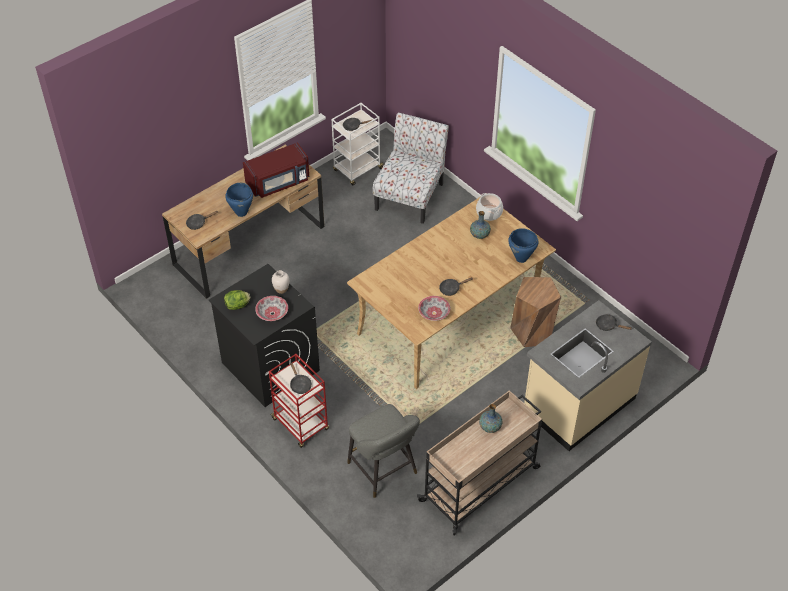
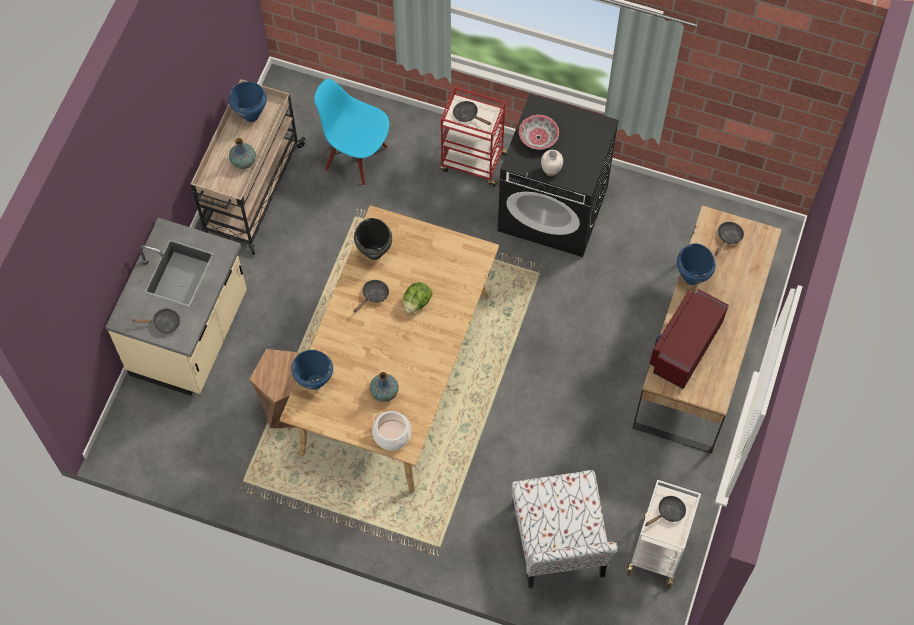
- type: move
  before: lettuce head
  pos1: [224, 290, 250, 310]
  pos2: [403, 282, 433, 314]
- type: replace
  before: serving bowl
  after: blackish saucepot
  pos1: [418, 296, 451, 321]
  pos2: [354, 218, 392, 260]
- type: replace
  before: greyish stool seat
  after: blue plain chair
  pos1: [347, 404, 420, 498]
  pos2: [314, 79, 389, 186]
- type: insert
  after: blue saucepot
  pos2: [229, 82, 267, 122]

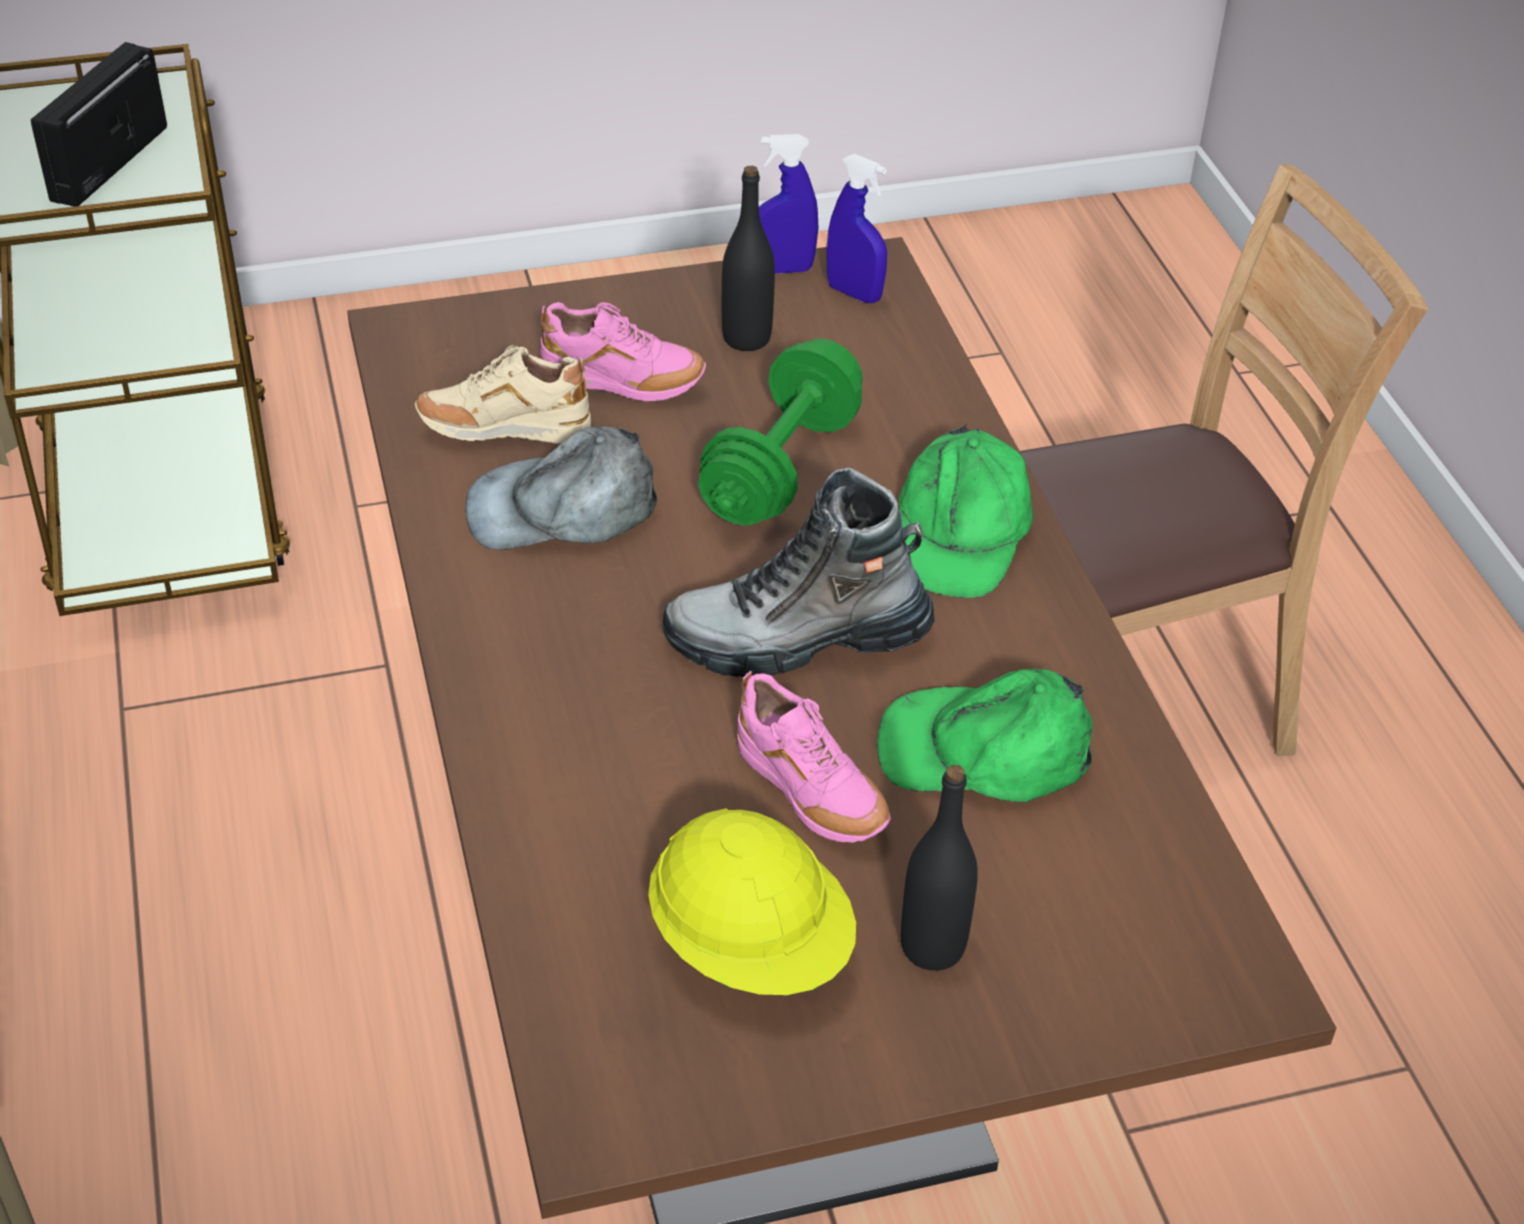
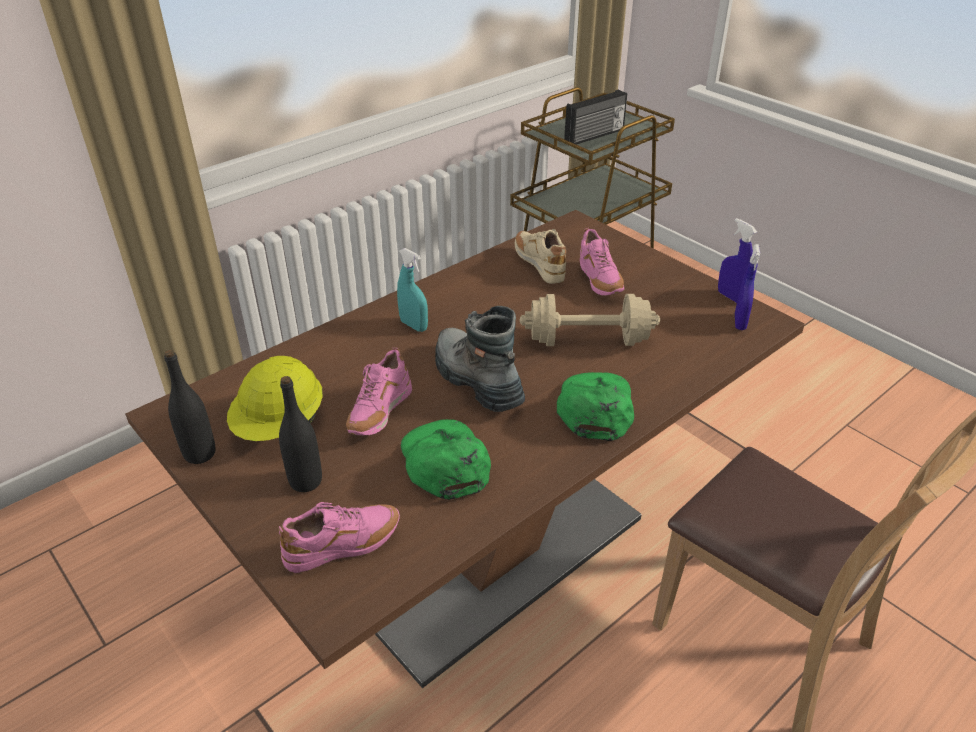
- type: rotate
  before: radio set
  pos1: [31, 42, 167, 207]
  pos2: [564, 90, 627, 145]
  turn: 150
- type: move
  before: blackish bottle
  pos1: [722, 166, 775, 351]
  pos2: [164, 350, 216, 464]
- type: recolor
  before: green dumbbell
  after: beige dumbbell
  pos1: [698, 339, 863, 526]
  pos2: [519, 294, 660, 346]
- type: rotate
  before: green cap
  pos1: [898, 424, 1033, 598]
  pos2: [557, 372, 634, 441]
  turn: 105
- type: delete
  before: greyish cap
  pos1: [465, 426, 657, 550]
- type: insert
  after: blue-green hand sprayer
  pos2: [397, 248, 428, 332]
- type: insert
  after: pink-coloured low shoe
  pos2: [279, 502, 400, 573]

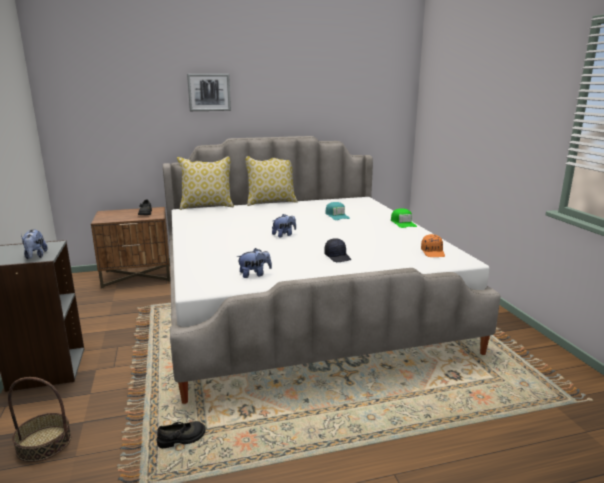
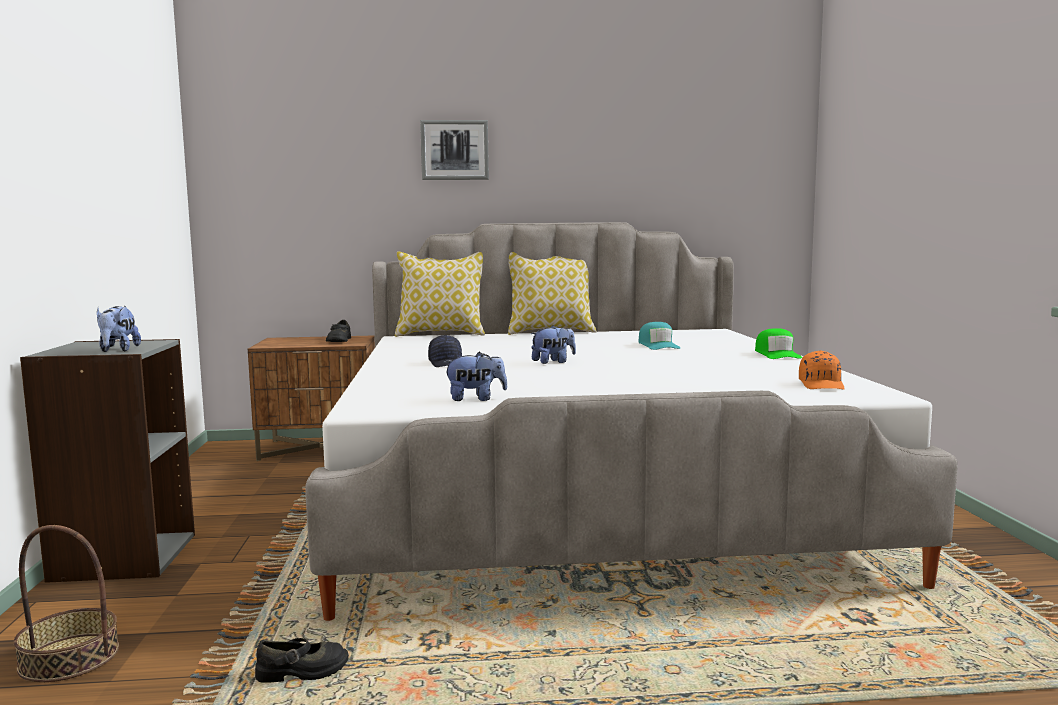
- type: move
  before: blackish cap
  pos1: [324, 238, 351, 262]
  pos2: [428, 335, 462, 367]

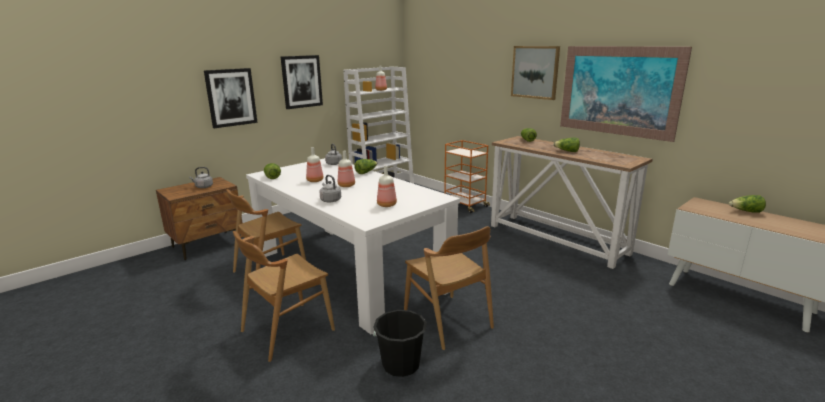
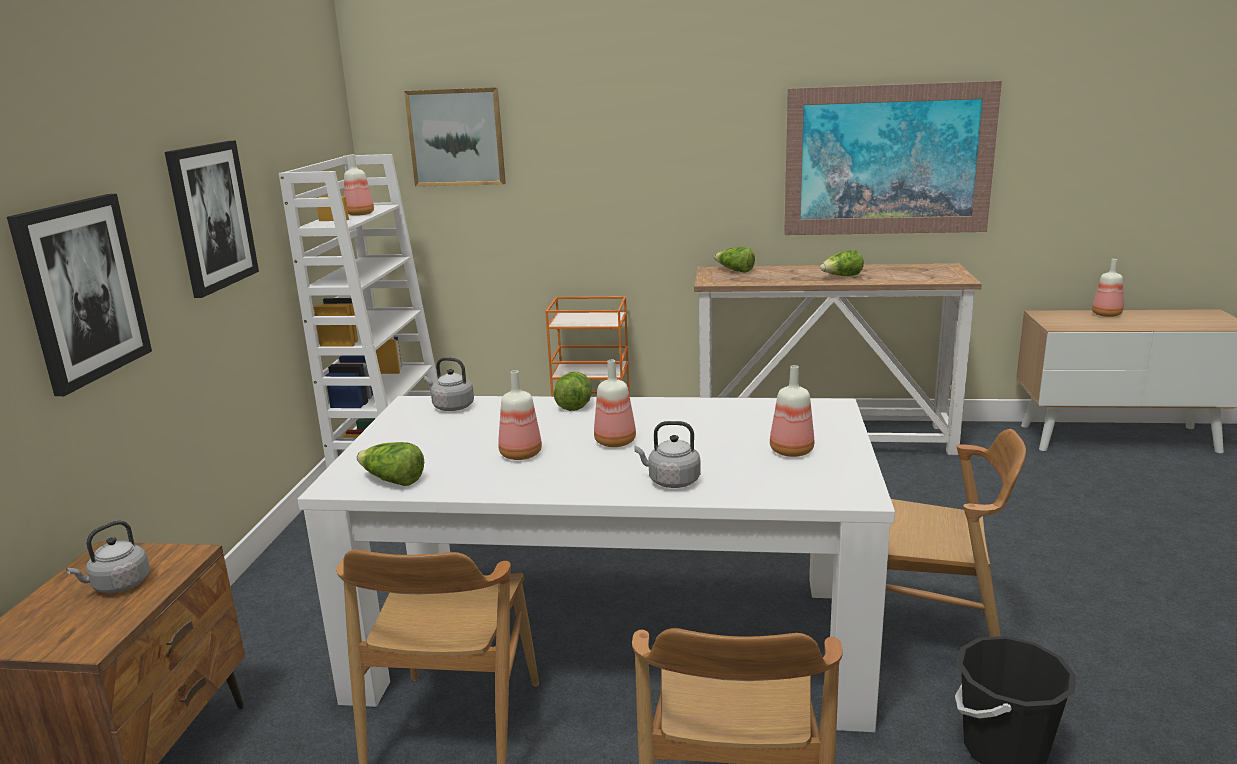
- type: move
  before: picture
  pos1: [511, 46, 560, 100]
  pos2: [404, 87, 506, 187]
- type: replace
  before: lettuce head
  after: bottle
  pos1: [729, 195, 766, 213]
  pos2: [1092, 259, 1123, 317]

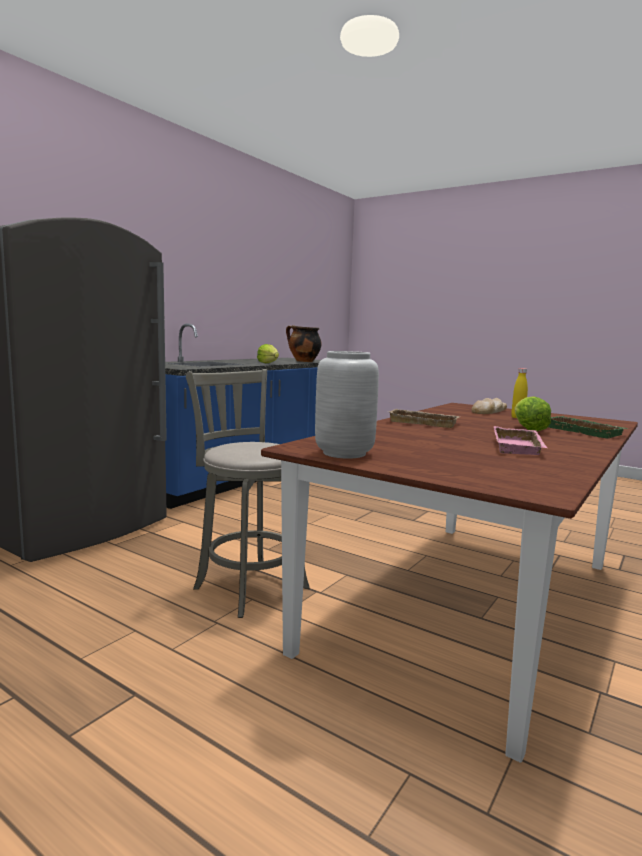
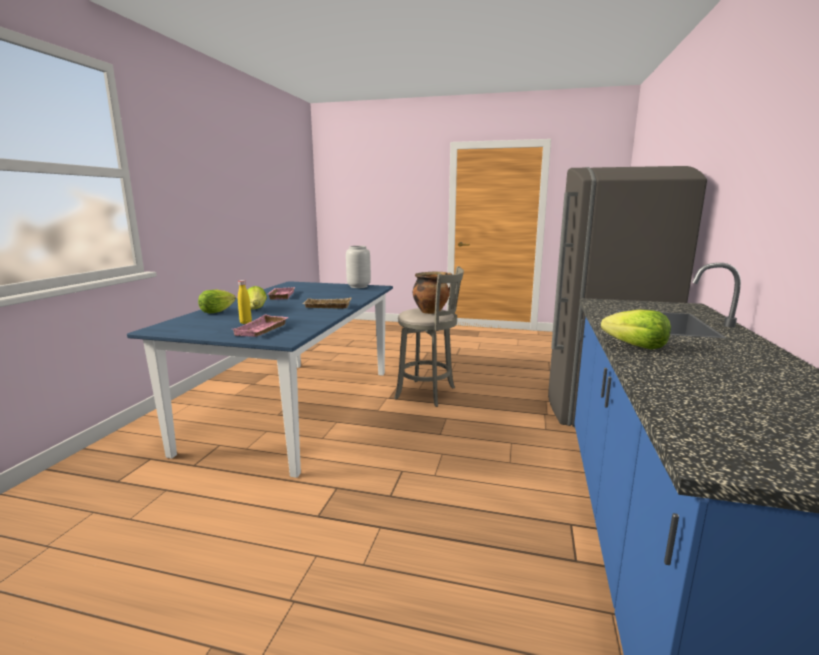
- type: move
  before: saucepot
  pos1: [286, 325, 322, 362]
  pos2: [413, 272, 453, 314]
- type: replace
  before: bakery bread
  after: pink-coloured serving tray
  pos1: [471, 398, 507, 414]
  pos2: [233, 314, 288, 337]
- type: recolor
  before: brown dinner table
  after: blue dinner table
  pos1: [261, 403, 638, 763]
  pos2: [127, 281, 393, 478]
- type: replace
  before: green serving tray
  after: lettuce head
  pos1: [548, 416, 629, 439]
  pos2: [198, 290, 236, 314]

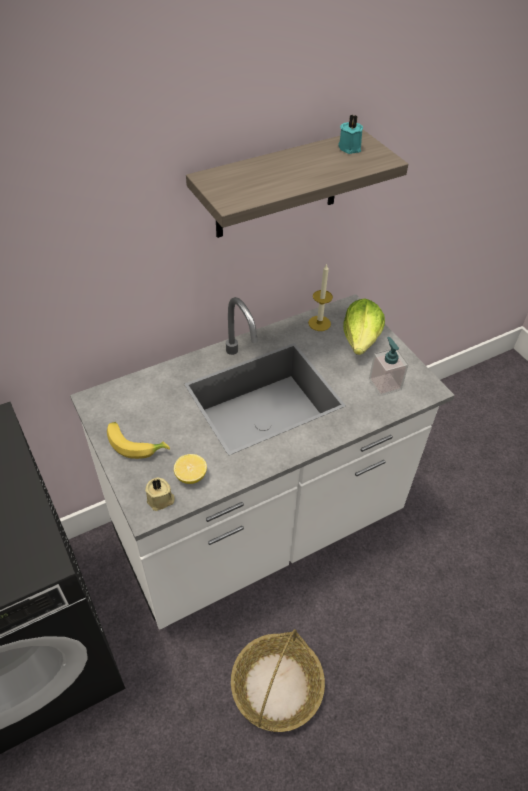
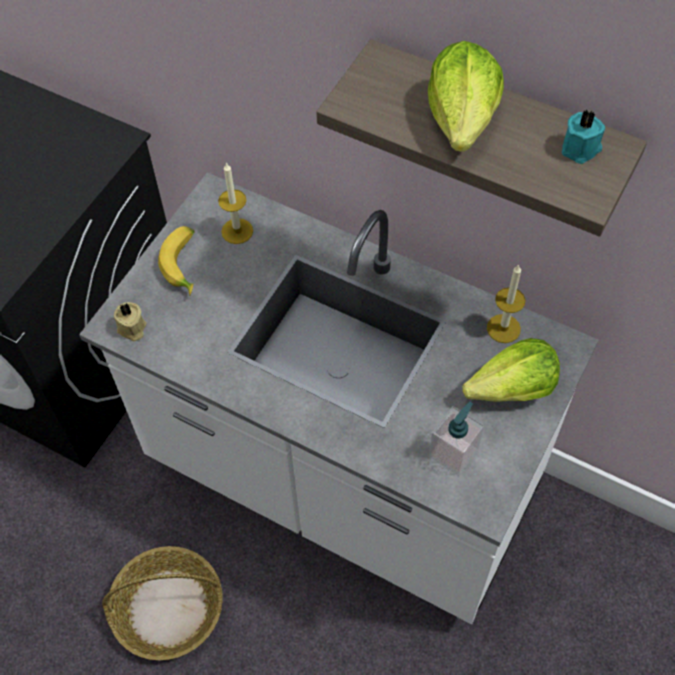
- type: delete
  before: citrus fruit
  pos1: [174, 454, 207, 484]
- type: insert
  after: lettuce head
  pos2: [428, 41, 504, 152]
- type: insert
  after: candle
  pos2: [218, 163, 253, 244]

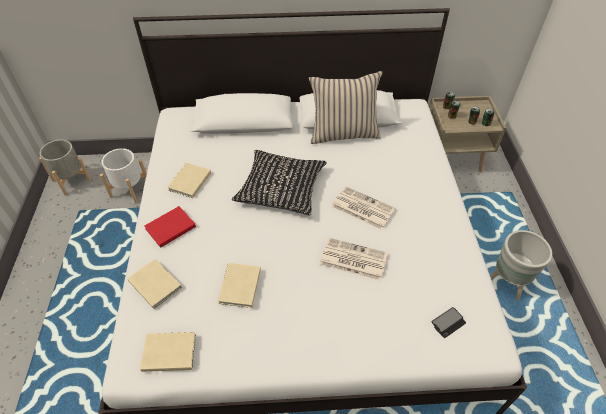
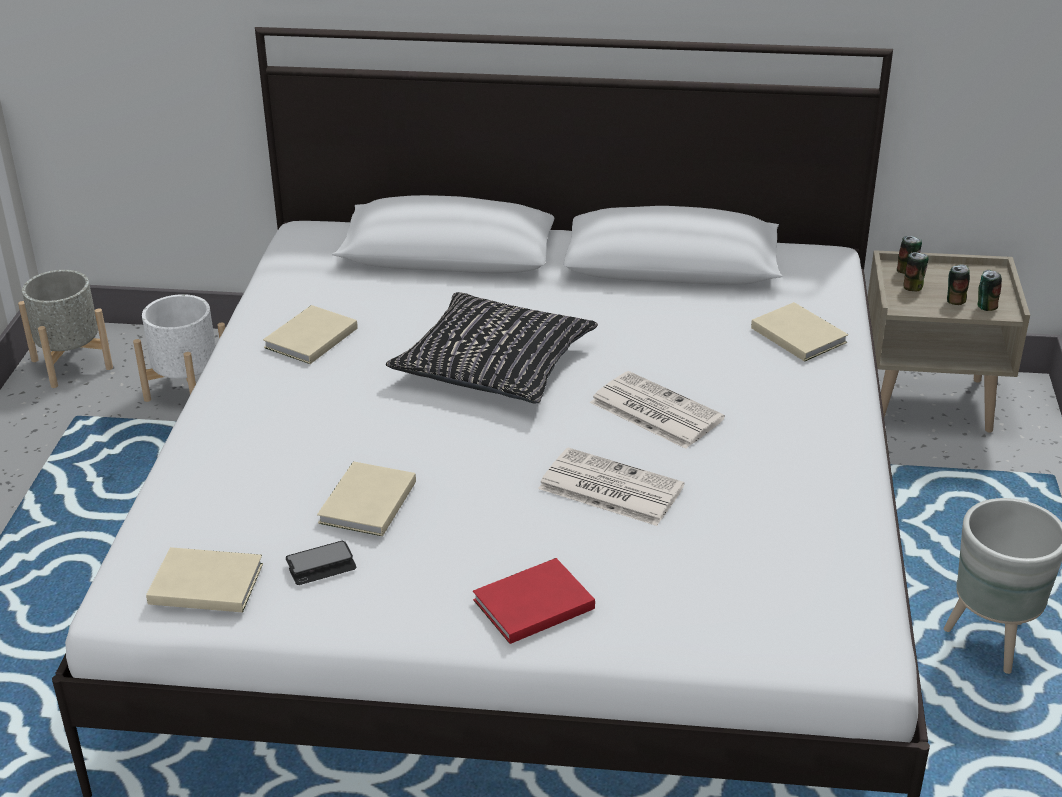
- type: delete
  before: beige throw pillow
  pos1: [309, 71, 382, 144]
- type: move
  before: red-coloured bound book
  pos1: [144, 206, 196, 248]
  pos2: [473, 558, 595, 644]
- type: move
  before: beige bound book
  pos1: [127, 259, 182, 309]
  pos2: [751, 302, 848, 362]
- type: move
  before: phone
  pos1: [431, 307, 466, 338]
  pos2: [286, 541, 356, 585]

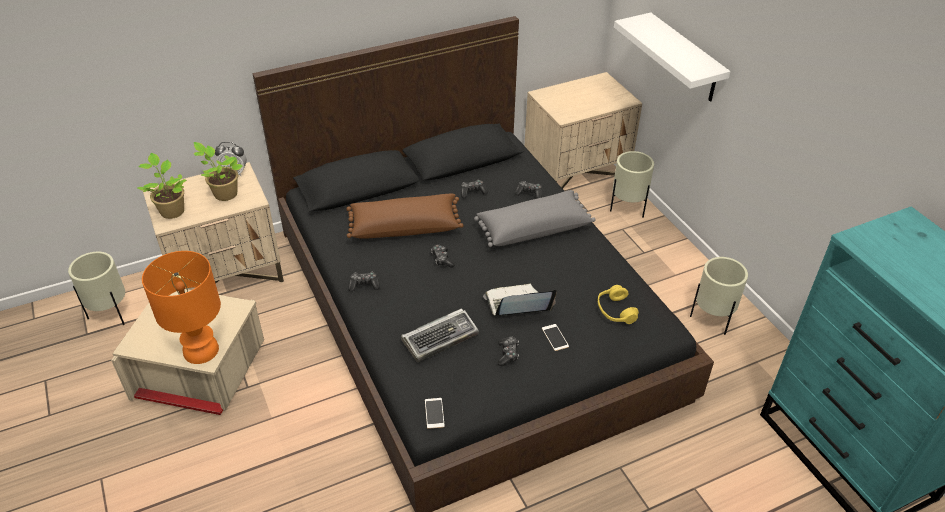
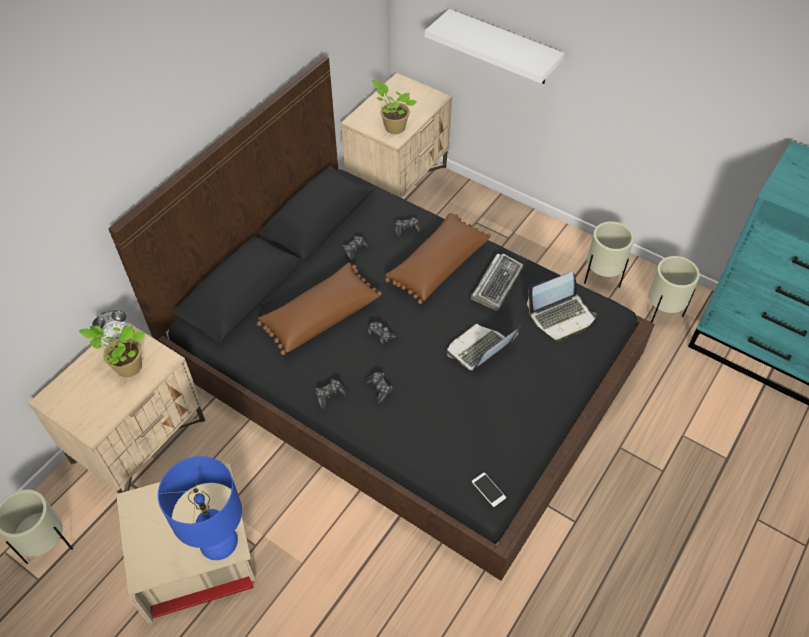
- type: move
  before: beige plant pot
  pos1: [610, 151, 654, 218]
  pos2: [648, 256, 700, 323]
- type: move
  before: plant in a pot
  pos1: [137, 153, 187, 219]
  pos2: [372, 80, 417, 134]
- type: recolor
  before: greyish throw pillow
  after: brown throw pillow
  pos1: [474, 190, 596, 247]
  pos2: [385, 213, 491, 304]
- type: recolor
  before: orange lamp for a table
  after: blue lamp for a table
  pos1: [142, 251, 221, 364]
  pos2: [158, 456, 242, 560]
- type: replace
  before: yellow headset
  after: notebook computer
  pos1: [598, 285, 639, 324]
  pos2: [527, 272, 596, 341]
- type: move
  before: keyboard
  pos1: [401, 309, 479, 362]
  pos2: [471, 254, 524, 311]
- type: delete
  before: phone
  pos1: [542, 324, 569, 351]
- type: move
  before: game controller
  pos1: [498, 336, 519, 366]
  pos2: [364, 372, 392, 404]

